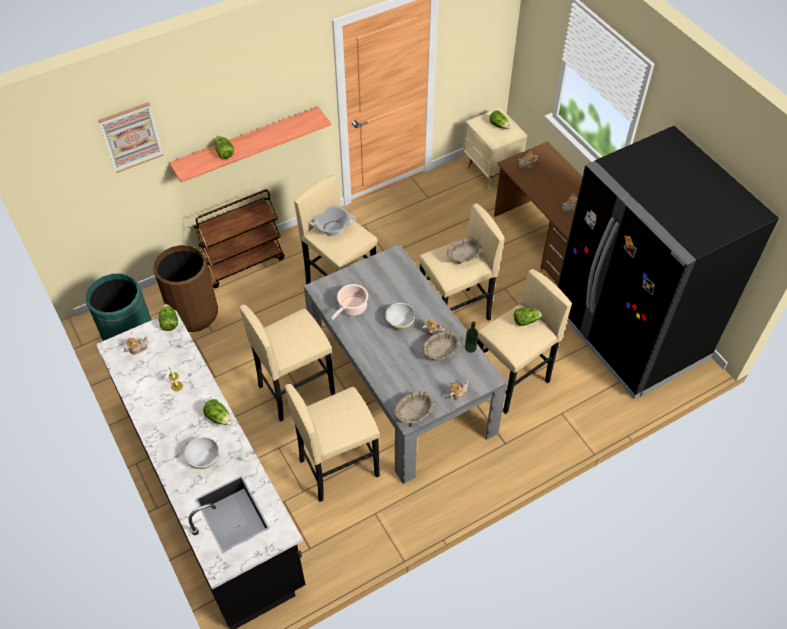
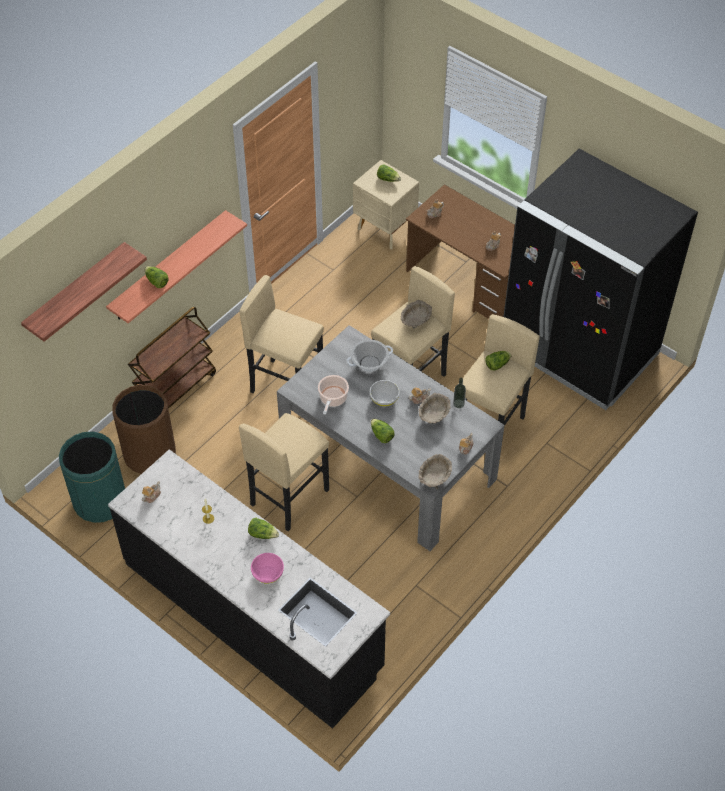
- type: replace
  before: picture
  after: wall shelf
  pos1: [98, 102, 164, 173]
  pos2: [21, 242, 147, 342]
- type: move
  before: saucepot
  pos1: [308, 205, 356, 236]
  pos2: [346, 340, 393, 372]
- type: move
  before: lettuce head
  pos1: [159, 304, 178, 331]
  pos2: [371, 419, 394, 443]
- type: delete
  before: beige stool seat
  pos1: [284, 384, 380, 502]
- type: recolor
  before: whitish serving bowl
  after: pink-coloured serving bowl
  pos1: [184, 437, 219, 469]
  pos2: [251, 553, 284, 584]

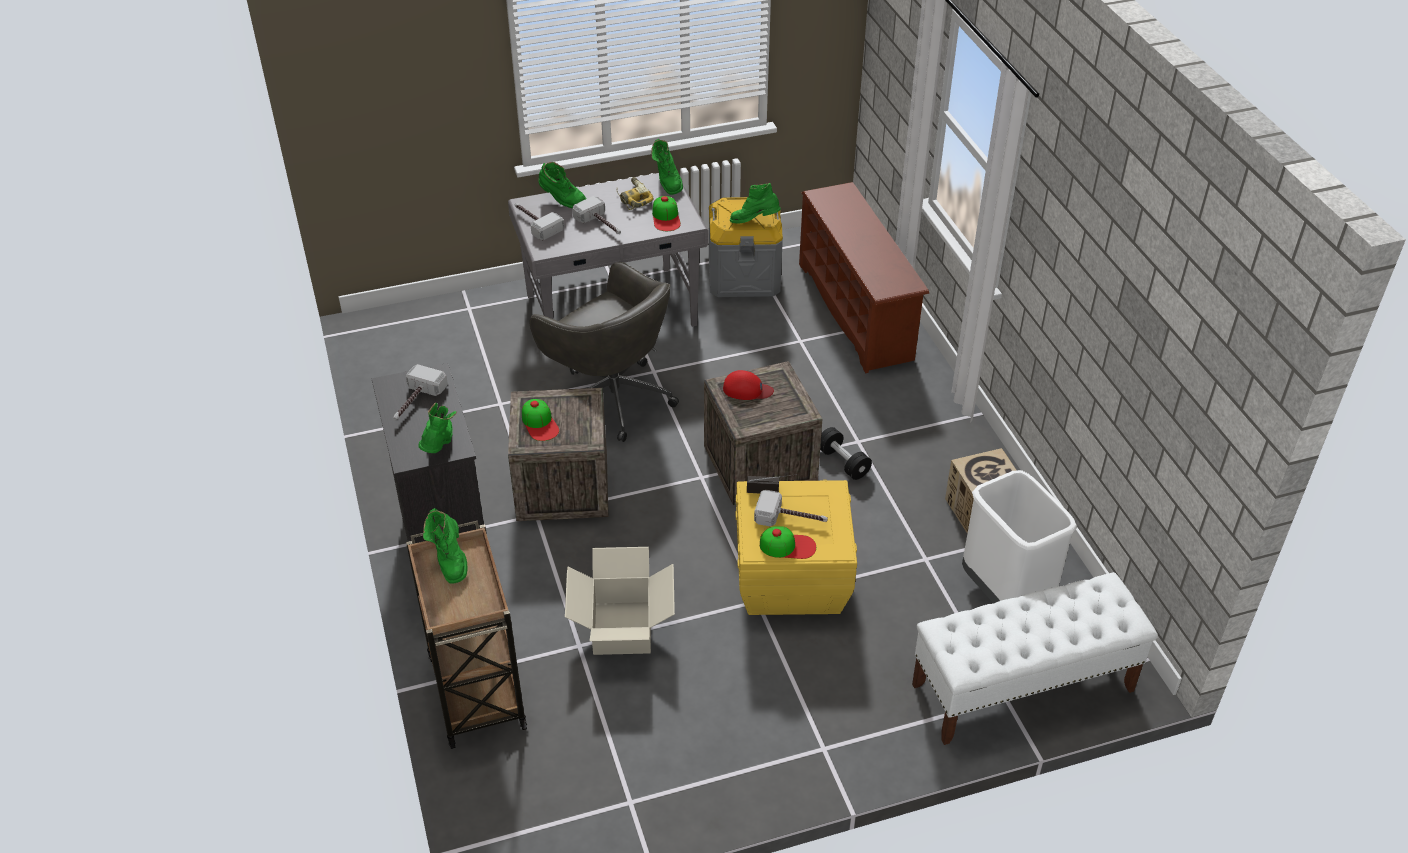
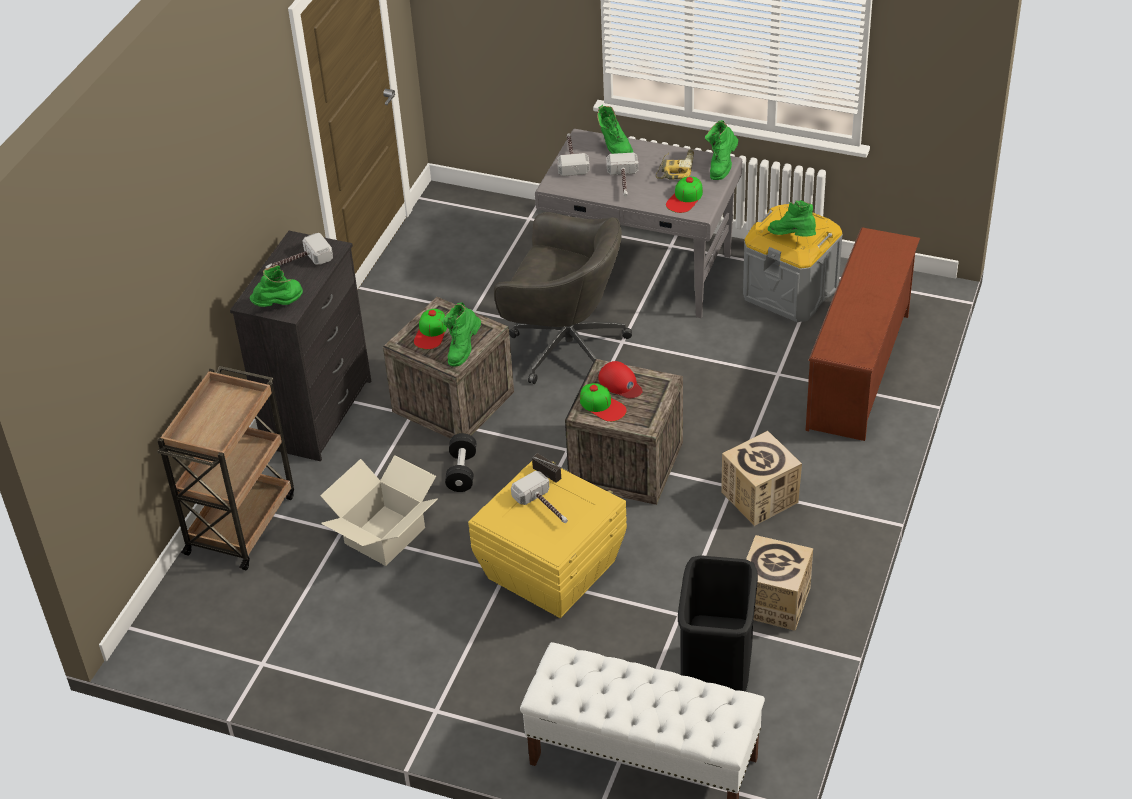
- type: rotate
  before: greyish office chair
  pos1: [529, 262, 679, 442]
  pos2: [494, 212, 632, 384]
  turn: -60
- type: move
  before: blackish dumbbell
  pos1: [820, 427, 872, 480]
  pos2: [445, 433, 476, 492]
- type: recolor
  before: whitish trash can
  after: blackish trash can
  pos1: [962, 470, 1077, 603]
  pos2: [678, 555, 758, 692]
- type: move
  before: green high-top boot
  pos1: [423, 508, 468, 584]
  pos2: [442, 303, 481, 366]
- type: move
  before: cap
  pos1: [760, 526, 816, 559]
  pos2: [580, 383, 627, 422]
- type: insert
  after: carton
  pos2: [721, 431, 802, 526]

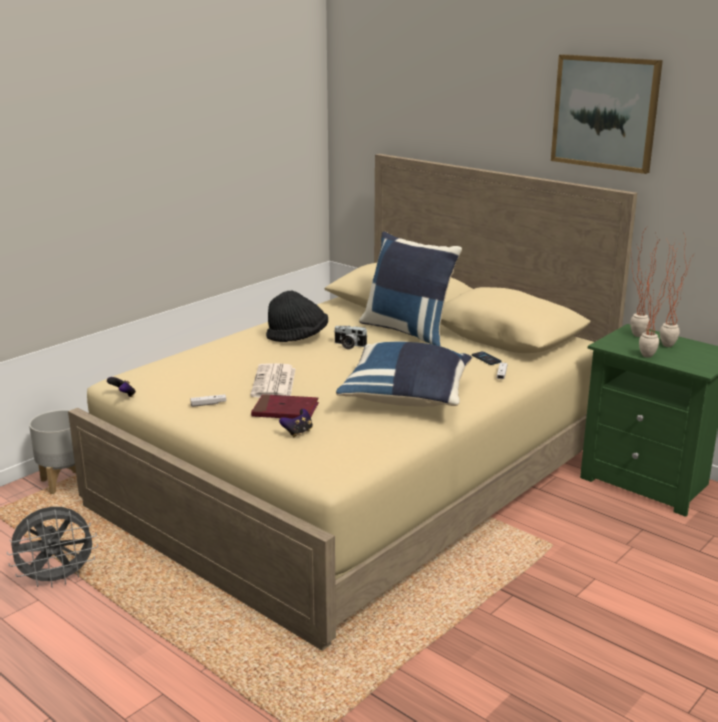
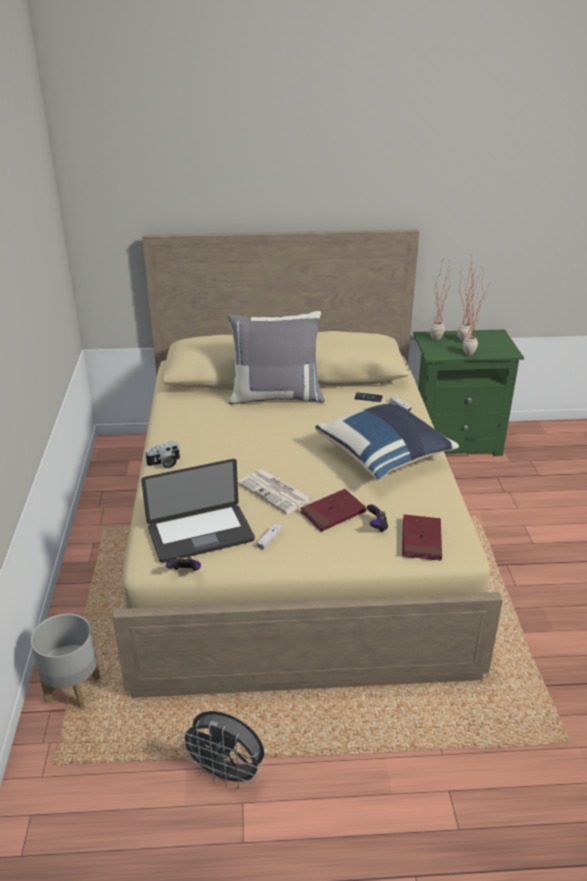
- type: delete
  before: picture
  pos1: [551, 54, 663, 174]
- type: recolor
  before: blue throw pillow
  after: greyish throw pillow
  pos1: [359, 232, 462, 346]
  pos2: [228, 311, 325, 404]
- type: delete
  before: blackish hat
  pos1: [266, 290, 328, 342]
- type: move
  before: still camera
  pos1: [335, 326, 368, 349]
  pos2: [145, 441, 180, 468]
- type: rotate
  before: greyish cooling fan
  pos1: [7, 507, 98, 588]
  pos2: [178, 711, 264, 789]
  turn: 90
- type: insert
  after: notebook computer
  pos2: [141, 459, 255, 563]
- type: insert
  after: red-coloured bound book
  pos2: [402, 514, 442, 560]

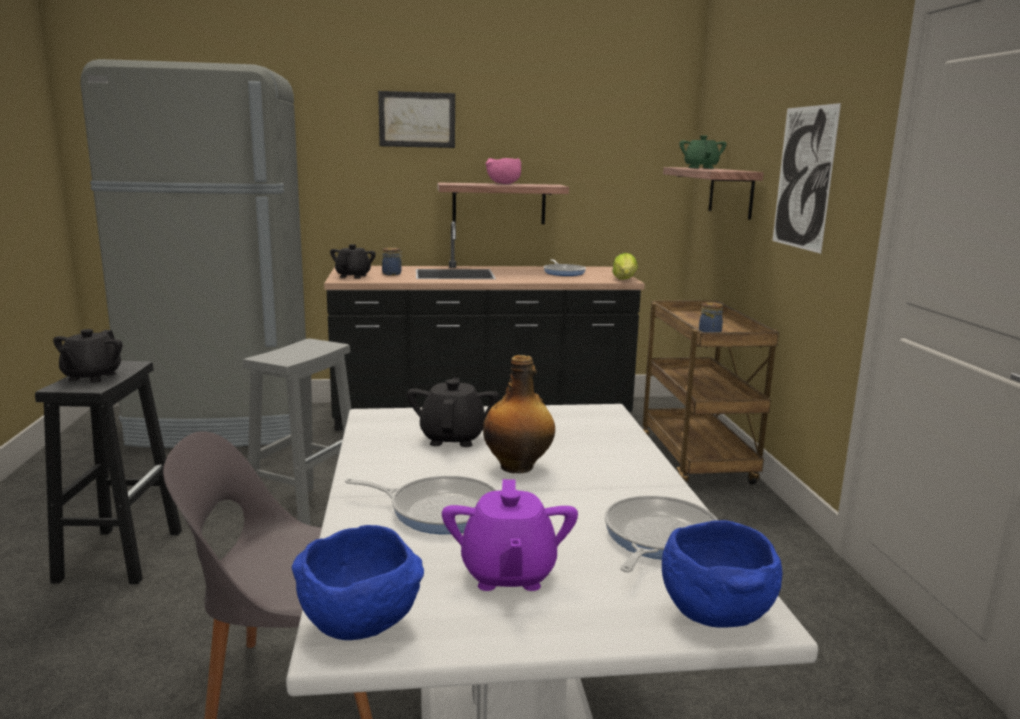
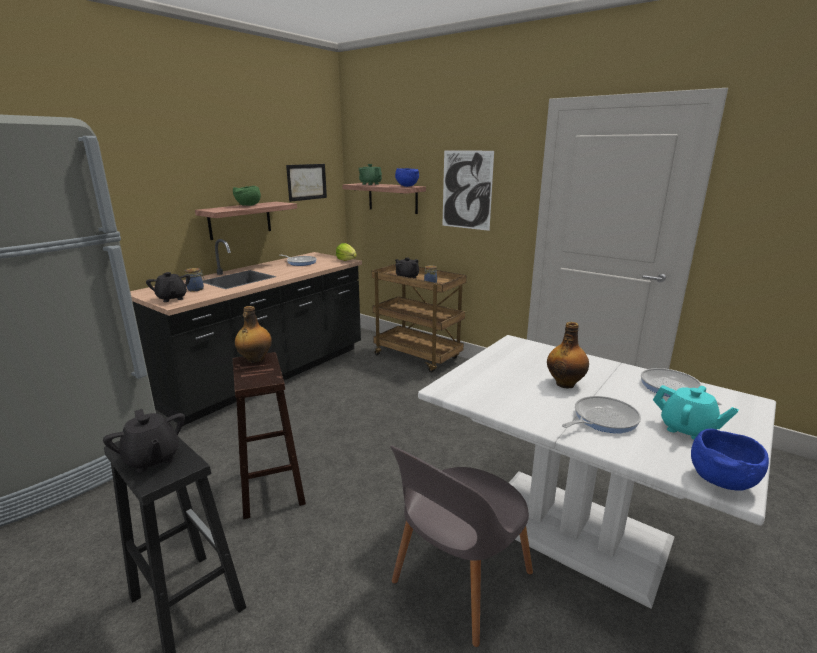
- type: move
  before: picture
  pos1: [378, 91, 455, 148]
  pos2: [286, 164, 327, 202]
- type: recolor
  before: pink-coloured serving bowl
  after: green serving bowl
  pos1: [485, 158, 521, 184]
  pos2: [233, 186, 261, 206]
- type: recolor
  before: greyish stool seat
  after: brown stool seat
  pos1: [243, 338, 351, 525]
  pos2: [233, 352, 306, 519]
- type: move
  before: blackish tea pot
  pos1: [407, 378, 499, 447]
  pos2: [395, 258, 419, 278]
- type: recolor
  before: purple-coloured tea pot
  after: blue-green tea pot
  pos1: [442, 479, 578, 591]
  pos2: [653, 385, 739, 440]
- type: move
  before: blue serving bowl
  pos1: [662, 520, 783, 627]
  pos2: [395, 168, 419, 187]
- type: insert
  after: bottle
  pos2: [235, 306, 272, 363]

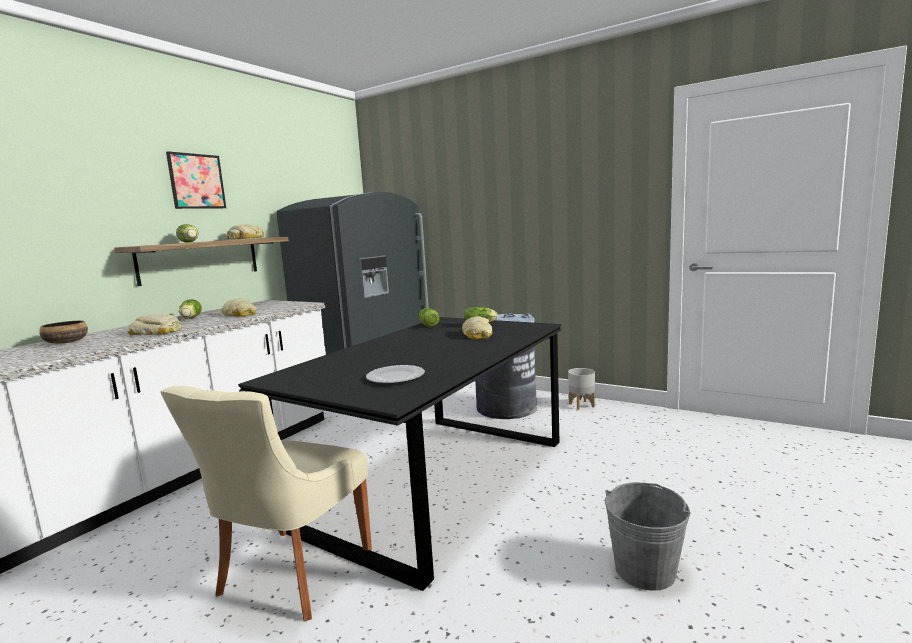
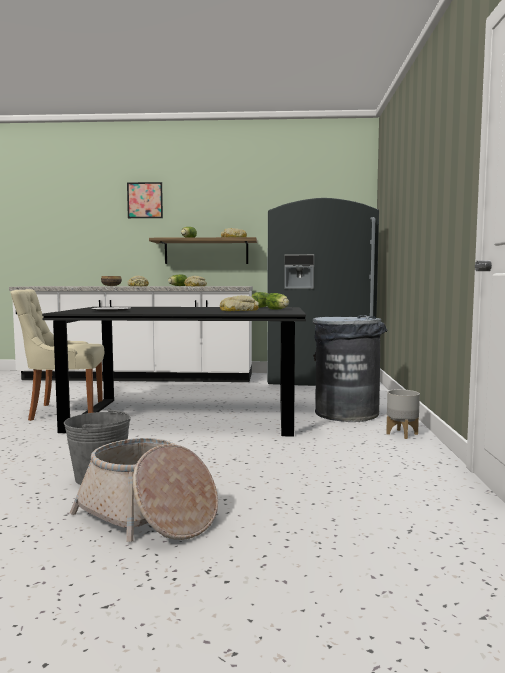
- type: move
  before: picture
  pos1: [166, 151, 226, 209]
  pos2: [127, 182, 163, 218]
- type: insert
  after: storage basket
  pos2: [70, 438, 218, 542]

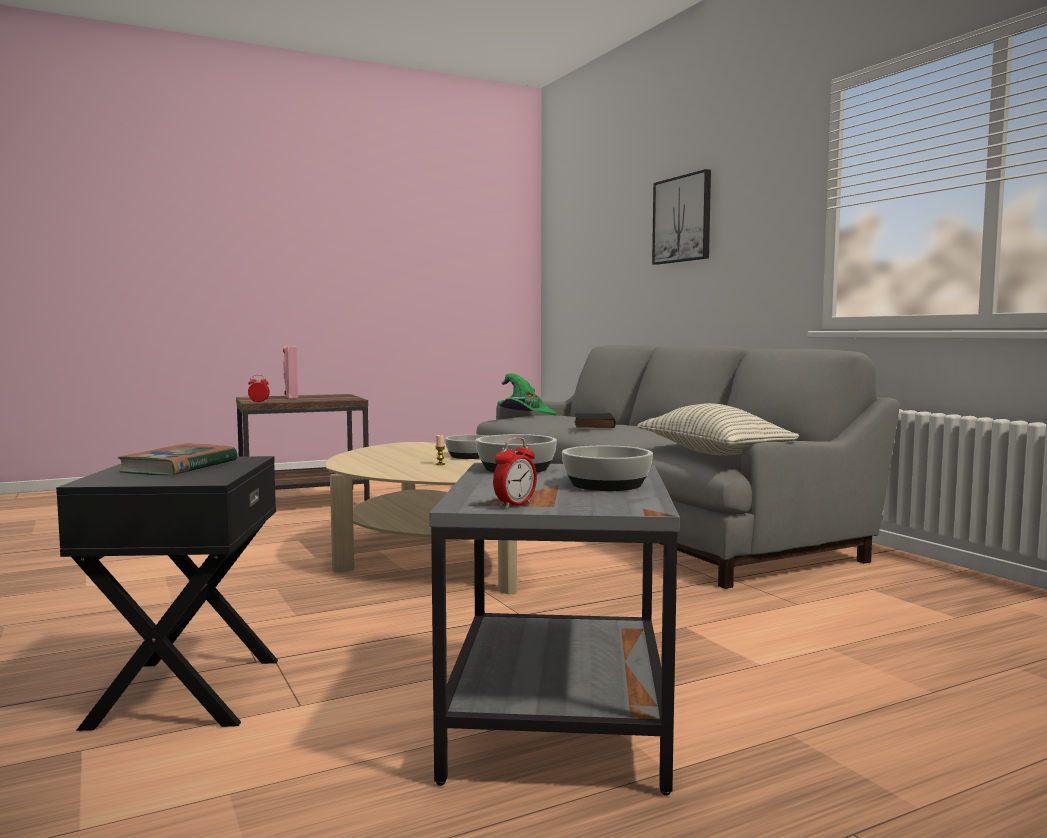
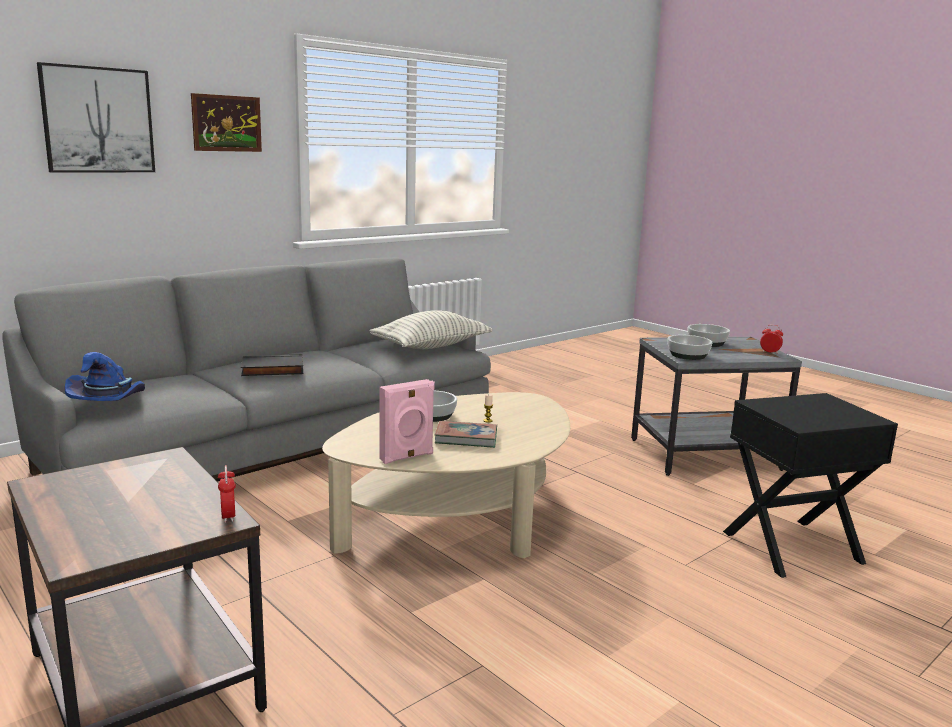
- type: move
  before: pink-coloured loudspeaker
  pos1: [283, 346, 298, 399]
  pos2: [379, 379, 435, 464]
- type: recolor
  before: green hat
  after: blue hat
  pos1: [498, 373, 557, 416]
  pos2: [65, 352, 145, 401]
- type: move
  before: bound book
  pos1: [118, 443, 238, 475]
  pos2: [435, 421, 497, 448]
- type: insert
  after: picture
  pos2: [191, 93, 262, 152]

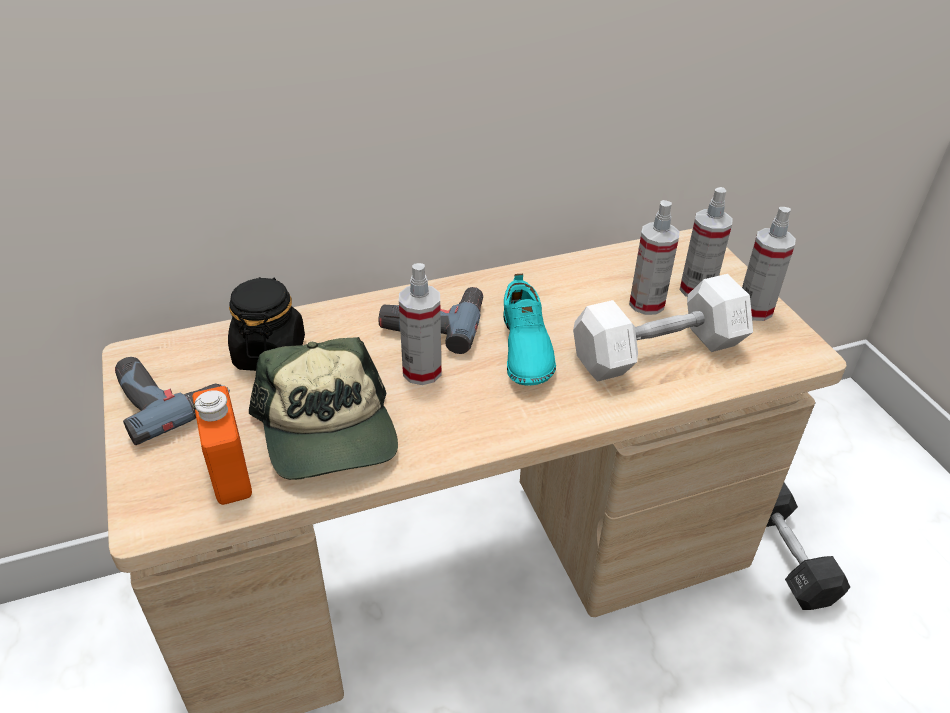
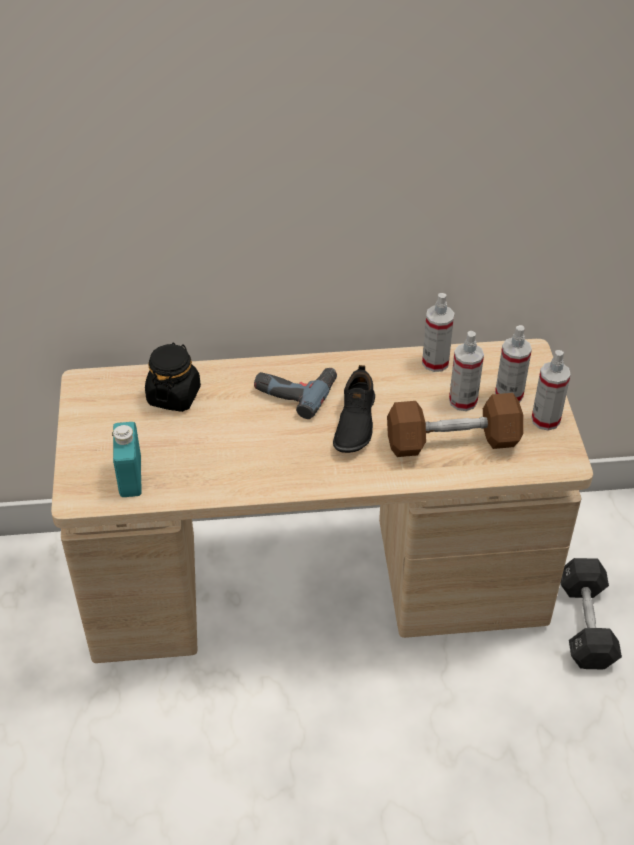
- type: move
  before: hand sprayer
  pos1: [399, 263, 441, 385]
  pos2: [422, 293, 454, 372]
- type: recolor
  before: blue-green low shoe
  after: blackish low shoe
  pos1: [503, 274, 556, 386]
  pos2: [333, 365, 375, 453]
- type: recolor
  before: whitish dumbbell
  after: brown dumbbell
  pos1: [573, 274, 753, 382]
  pos2: [387, 393, 524, 457]
- type: delete
  before: cap
  pos1: [249, 337, 398, 480]
- type: delete
  before: electric drill
  pos1: [115, 357, 230, 445]
- type: recolor
  before: orange bottle
  after: blue-green bottle
  pos1: [192, 386, 252, 505]
  pos2: [112, 422, 142, 497]

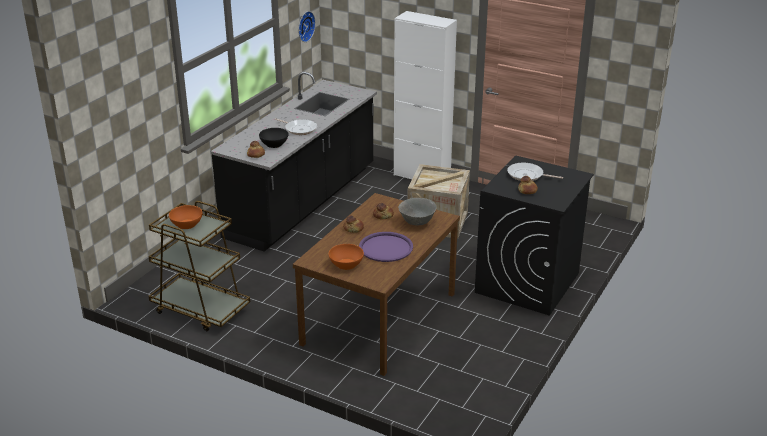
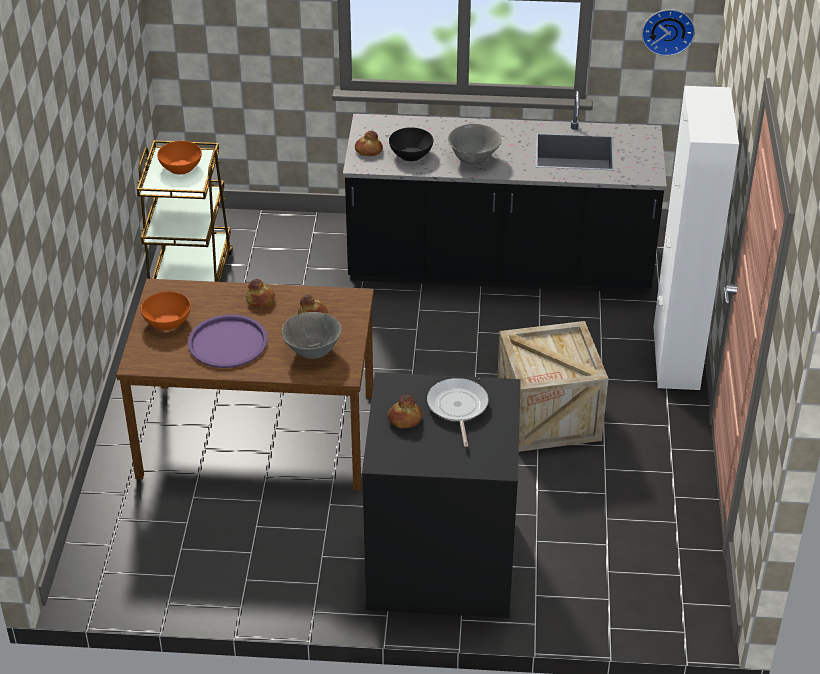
- type: replace
  before: pan
  after: greyish serving bowl
  pos1: [275, 118, 317, 135]
  pos2: [448, 124, 501, 165]

